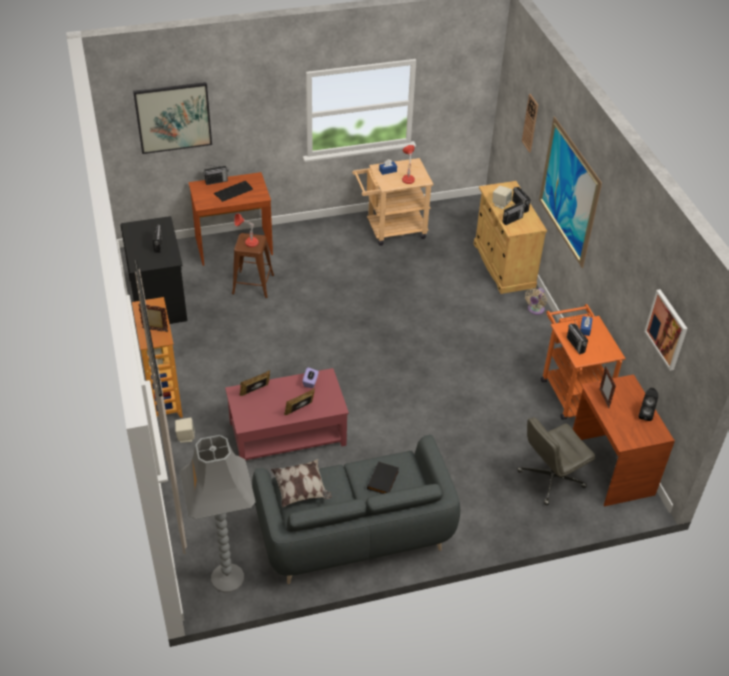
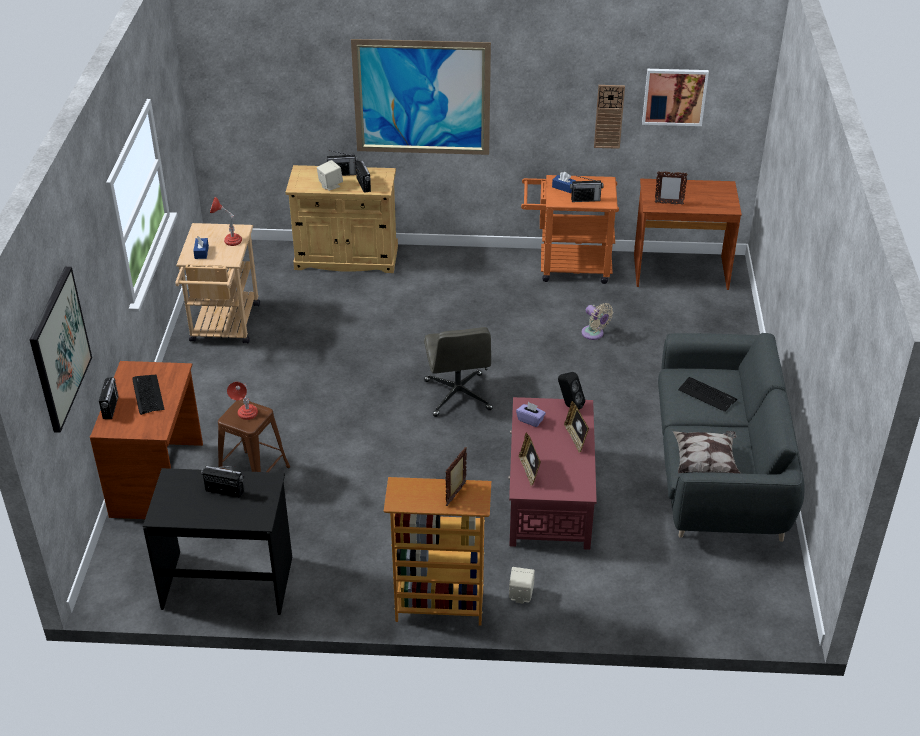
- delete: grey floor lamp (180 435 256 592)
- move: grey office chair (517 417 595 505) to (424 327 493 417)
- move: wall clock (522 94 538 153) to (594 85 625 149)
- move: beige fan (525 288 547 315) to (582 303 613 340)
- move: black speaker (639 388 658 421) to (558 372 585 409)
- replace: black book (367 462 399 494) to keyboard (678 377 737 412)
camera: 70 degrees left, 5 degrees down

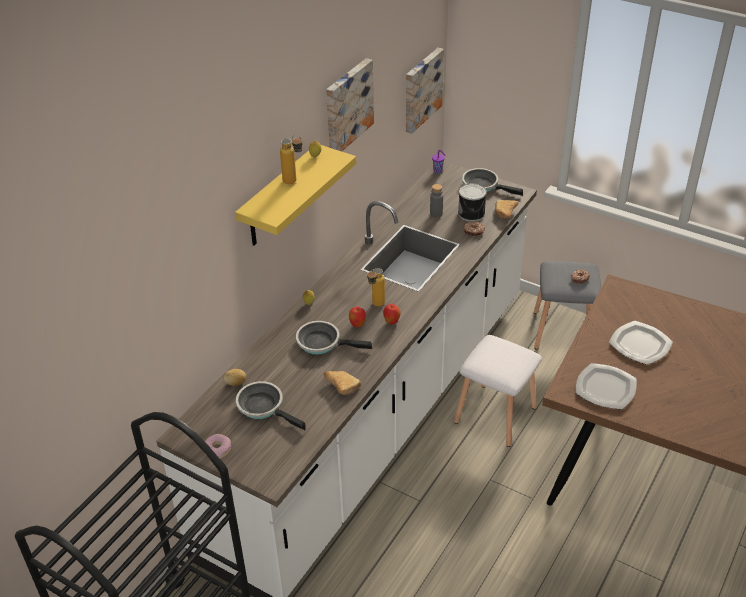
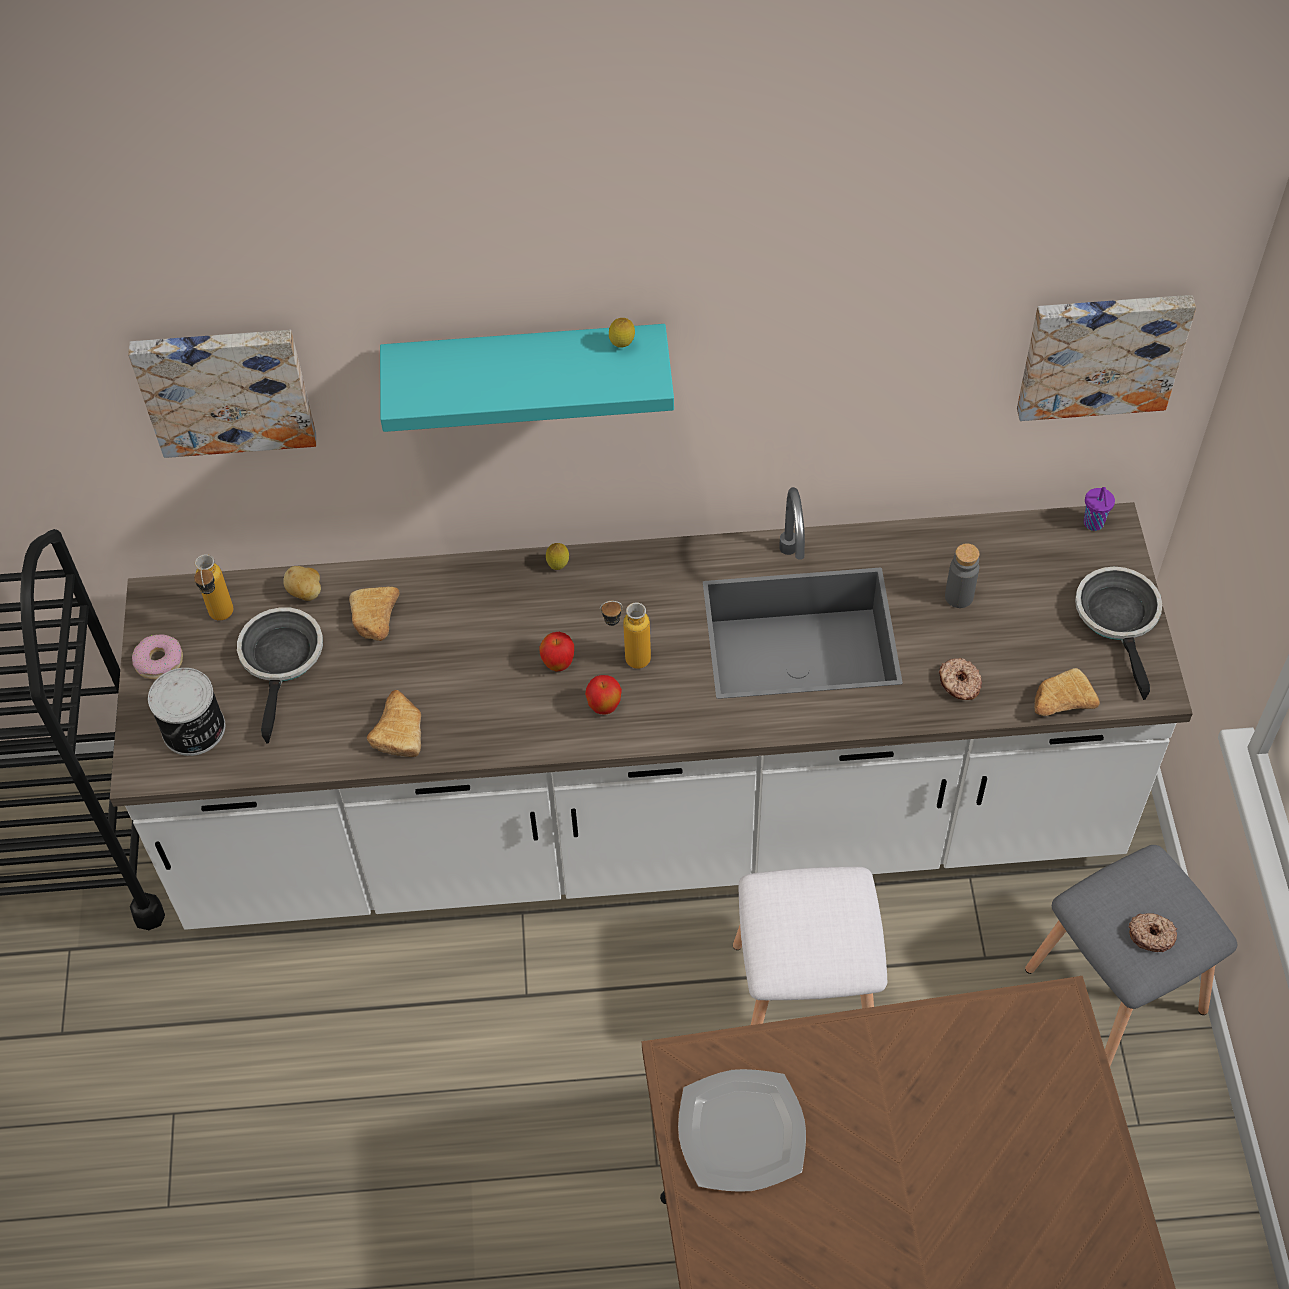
- delete: frying pan (296 321 372 355)
- delete: plate (609 321 673 365)
- insert: bread (349 587 399 641)
- move: bottle (280 135 303 184) to (194 554 233 621)
- move: picture (326 58 374 152) to (128 330 316 458)
- move: can (458 183 487 222) to (148 668 225 756)
- recolor: yellow shelf (235 145 356 246) to turquoise shelf (380 324 674 432)
camera: 55 degrees right, 15 degrees up

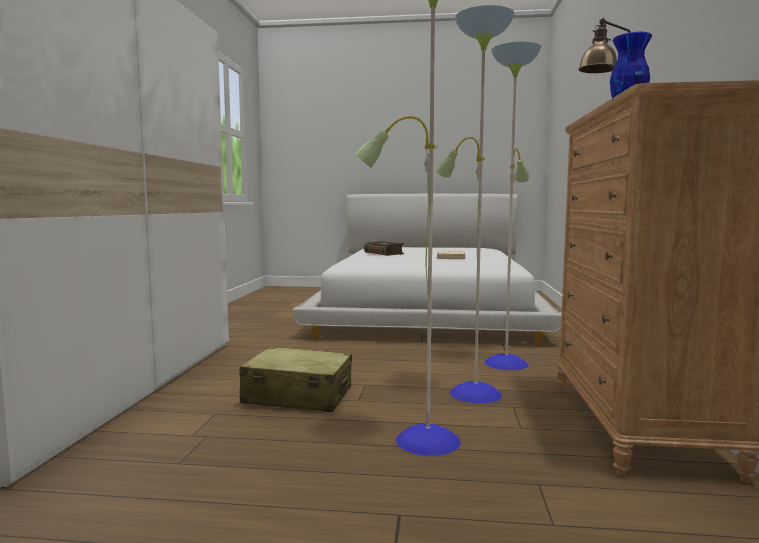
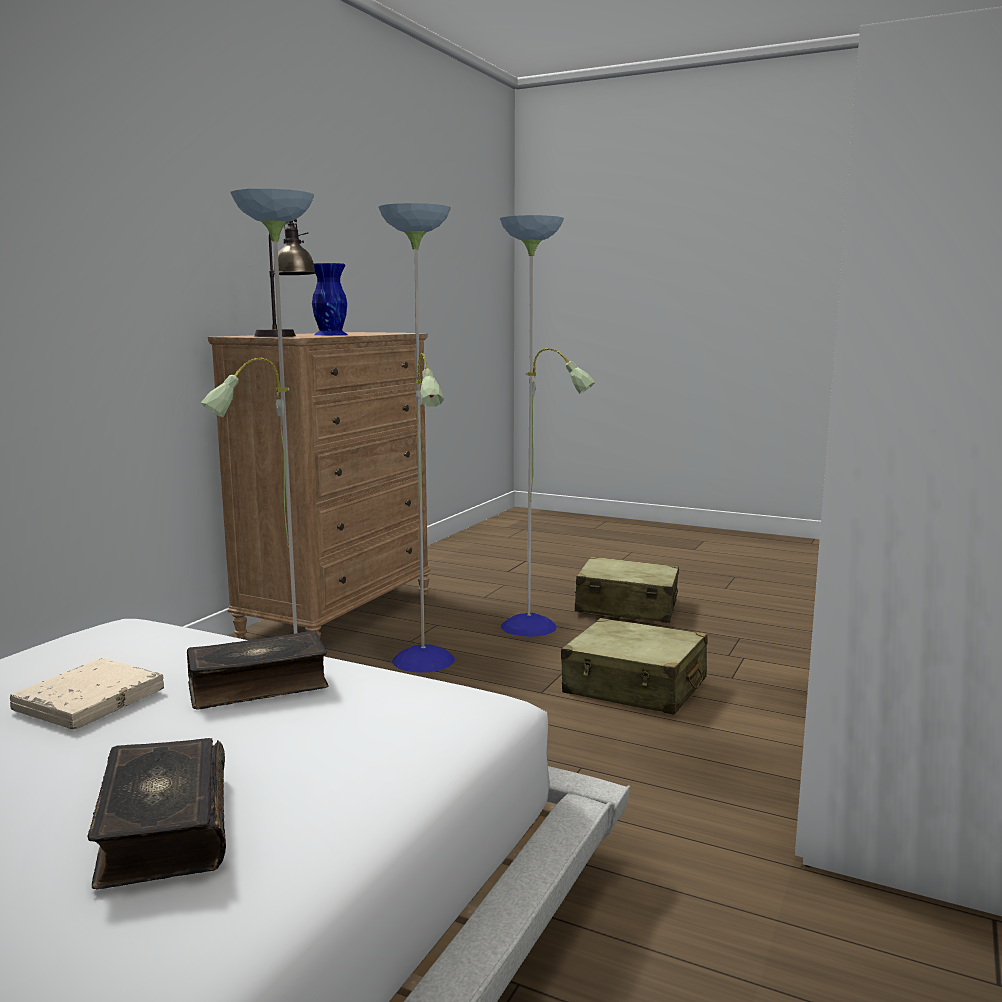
- insert: book (187 631 329 710)
- insert: beige suitcase (575 556 679 623)
camera: 160 degrees left, 5 degrees up

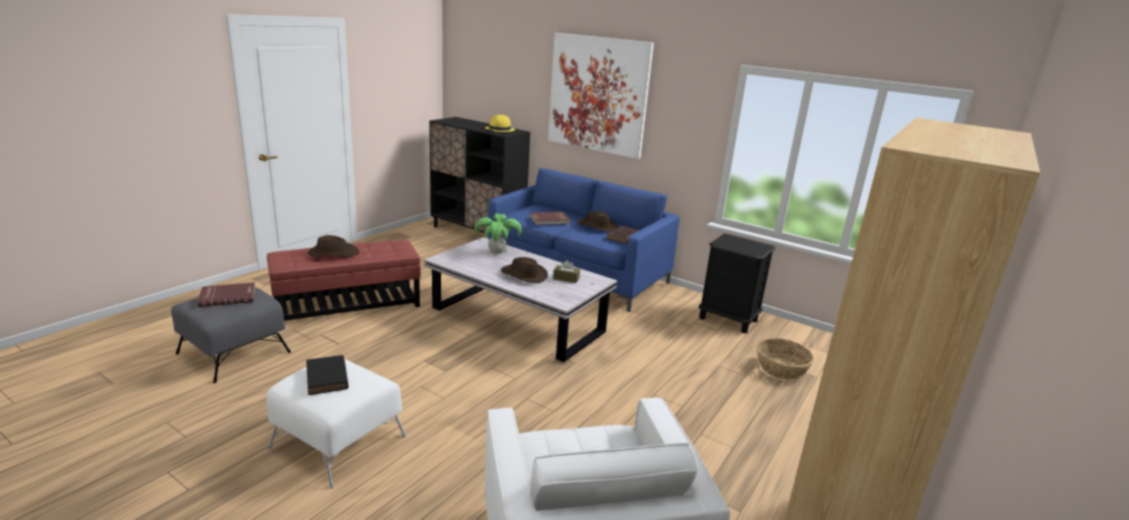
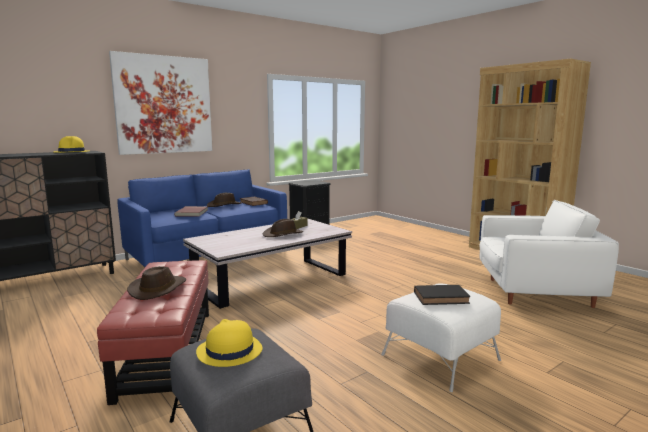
- delete: potted plant (474 214 522 254)
- delete: basket (757 338 814 380)
- replace: red book (197 282 256 307) to yellow hat (196 319 263 367)
camera: 70 degrees left, 10 degrees down

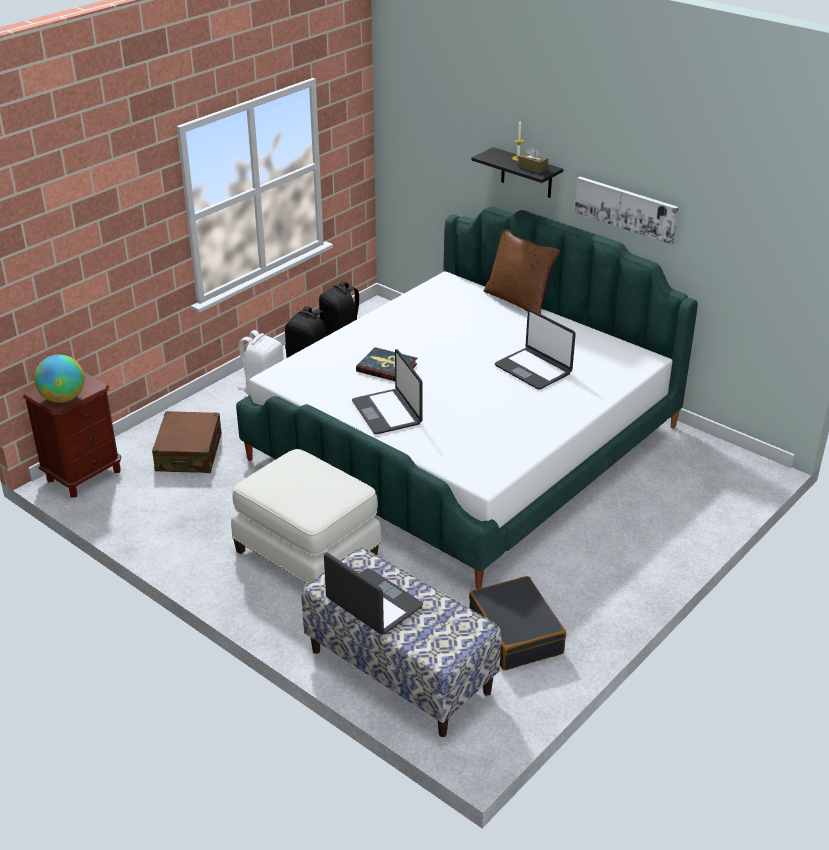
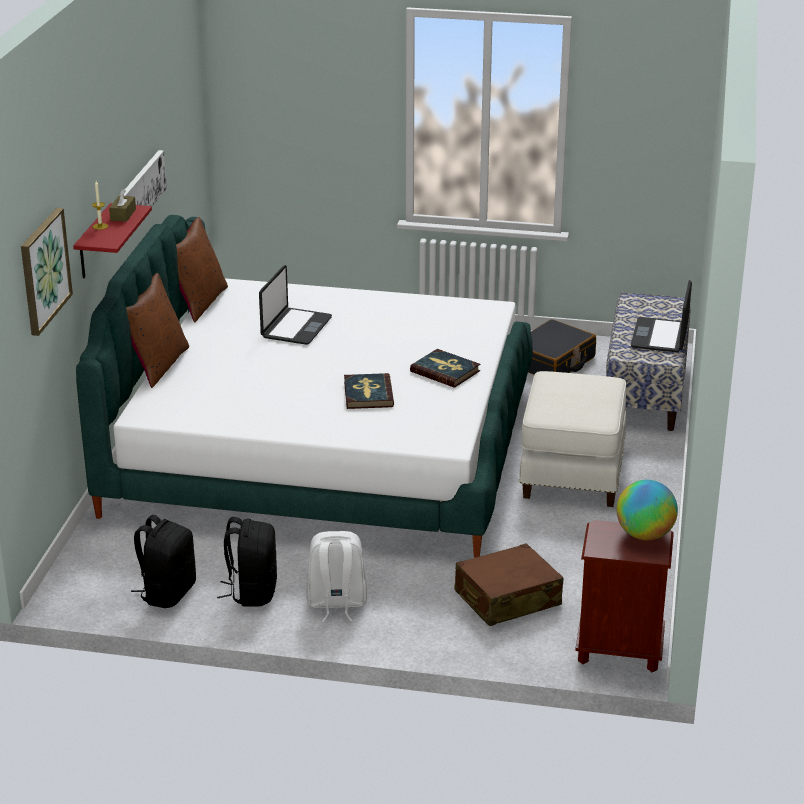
- insert: picture (21 208 73 336)
- insert: brown pillow (176 217 228 323)
- replace: laptop (352 349 423 434) to book (410 349 480 388)
- recolor: black shelf (471 147 563 198) to red shelf (73 203 152 278)
camera: 120 degrees left, 5 degrees down

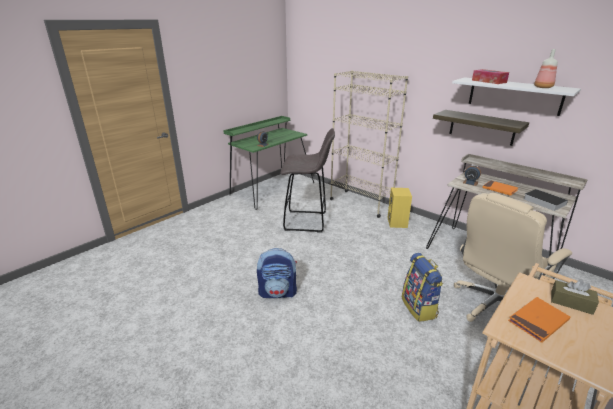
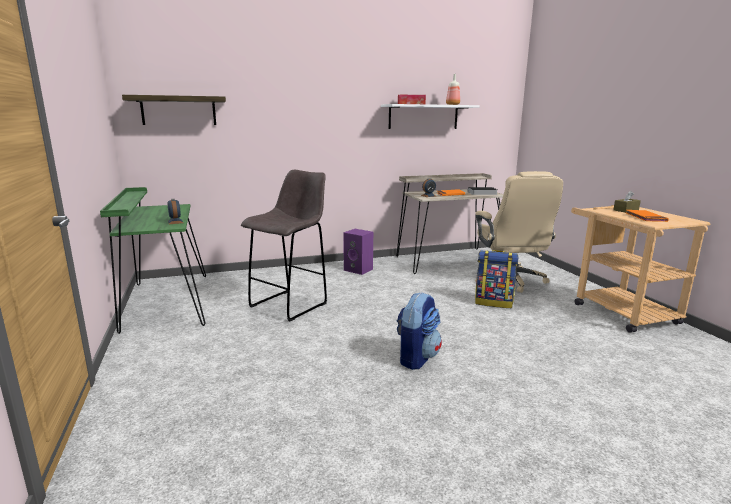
- delete: beige bookcase (330 70 408 218)
- move: shelf (433 110 529 146) to (122 95 226 125)
- recolor: yellow speaker (388 188 412 228) to purple speaker (343 229 373 275)
camera: 60 degrees left, 10 degrees down

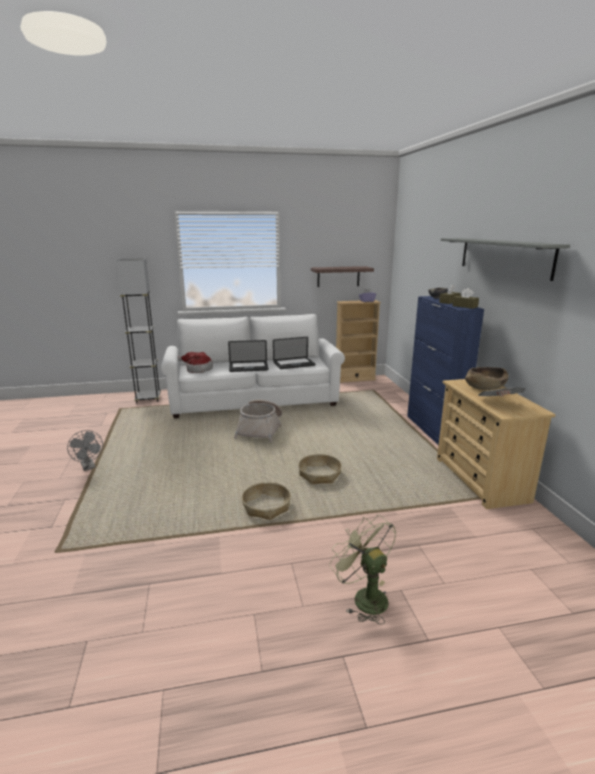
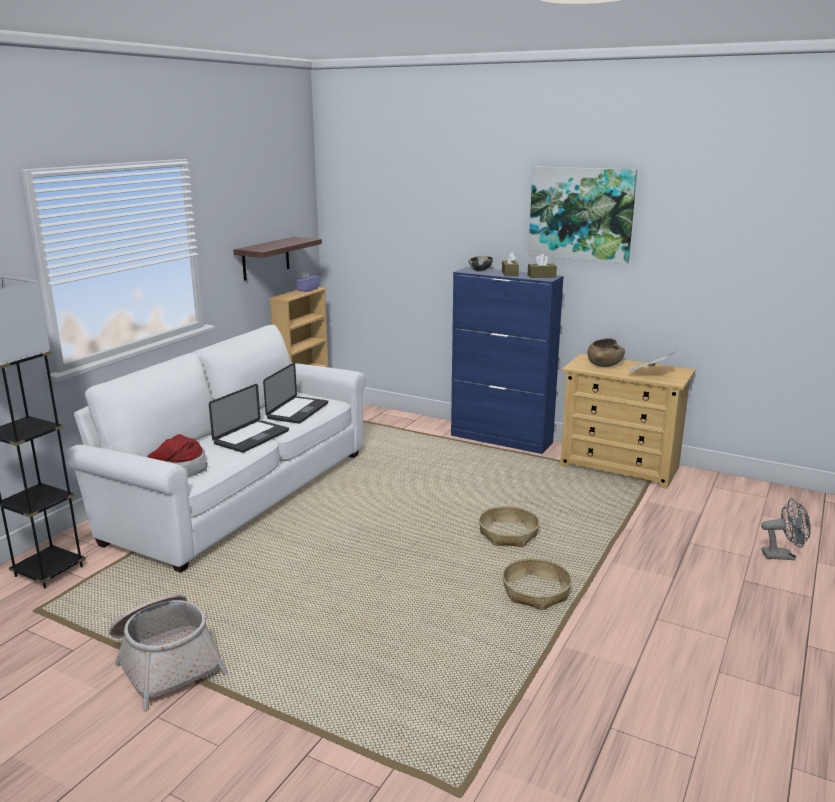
- delete: green fan (329 515 396 625)
- move: grey fan (67 430 103 471) to (761 498 811 560)
- move: basket (234 400 282 443) to (109 594 228 710)
- replace: grey shelf (441 238 570 281) to picture (528 166 637 264)
camera: 50 degrees left, 0 degrees up

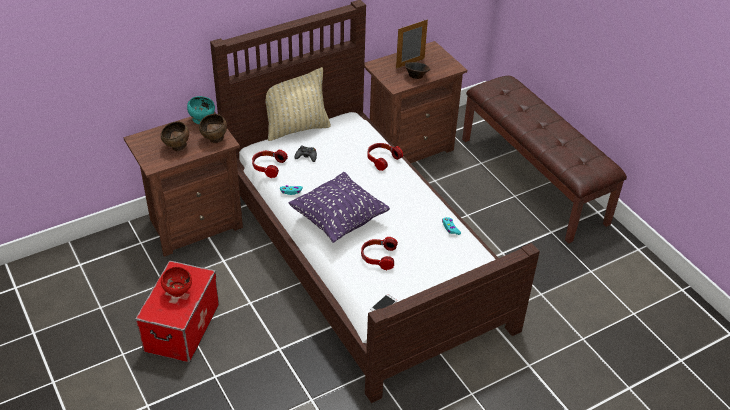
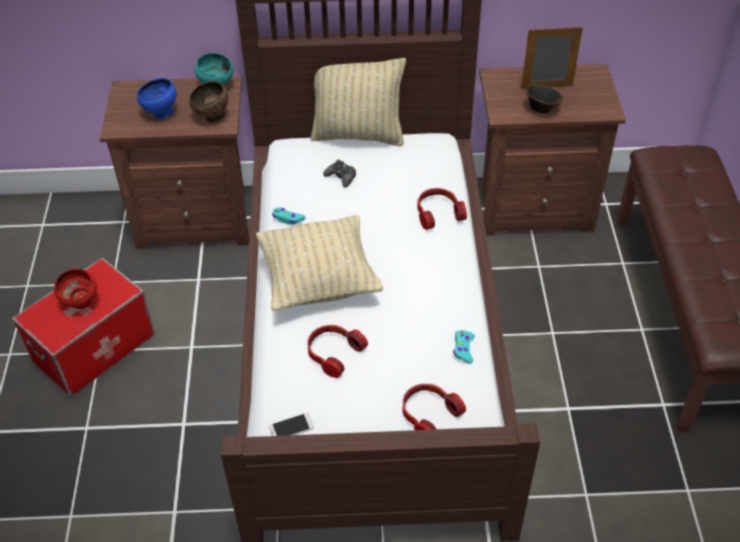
- move: headphones (252 150 288 178) to (402 384 466 430)
- recolor: brown bowl (161 121 189 151) to blue bowl (137 78 176 119)
- recolor: purple pillow (288 172 390 243) to beige pillow (256 214 383 311)
camera: 30 degrees right, 5 degrees up

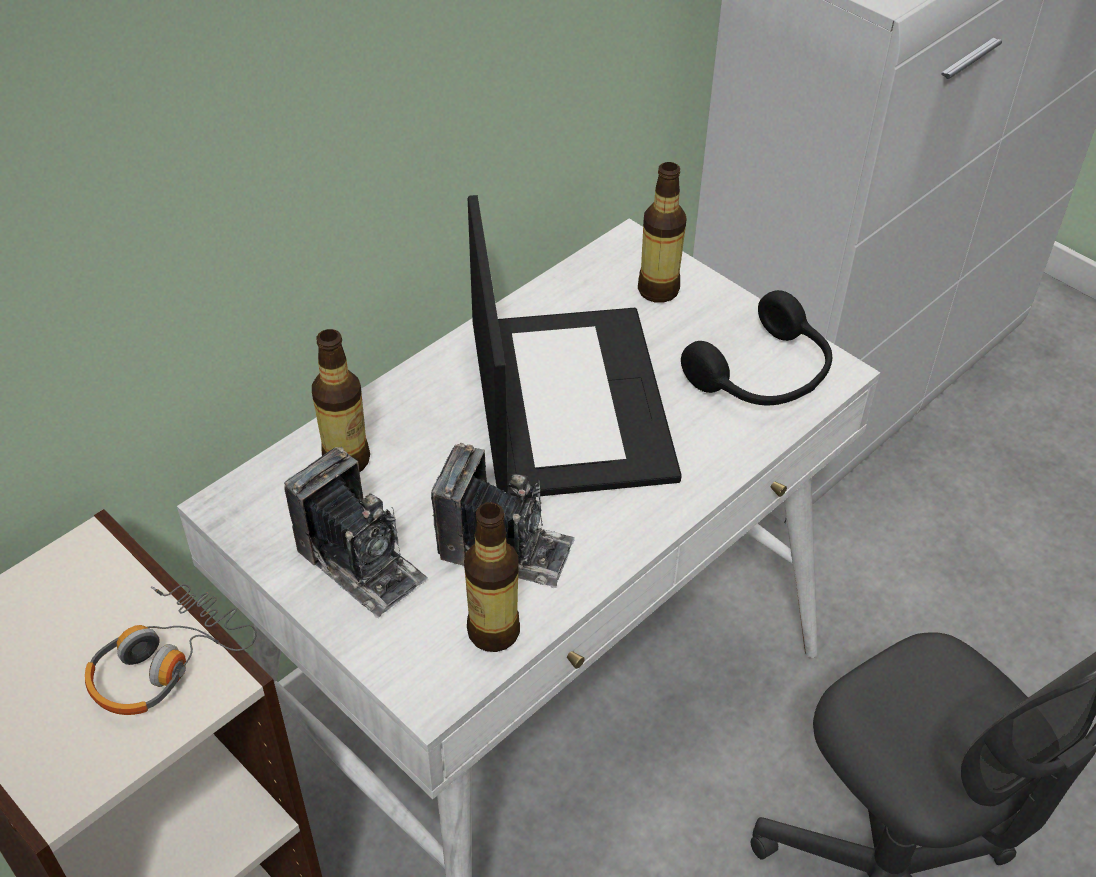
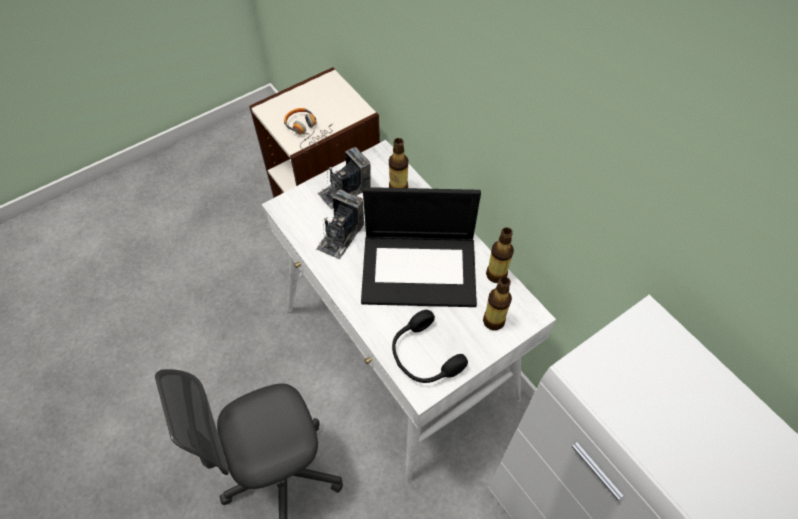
- move: bottle (464 502 520 652) to (486 227 514 283)
camera: 100 degrees right, 10 degrees up

